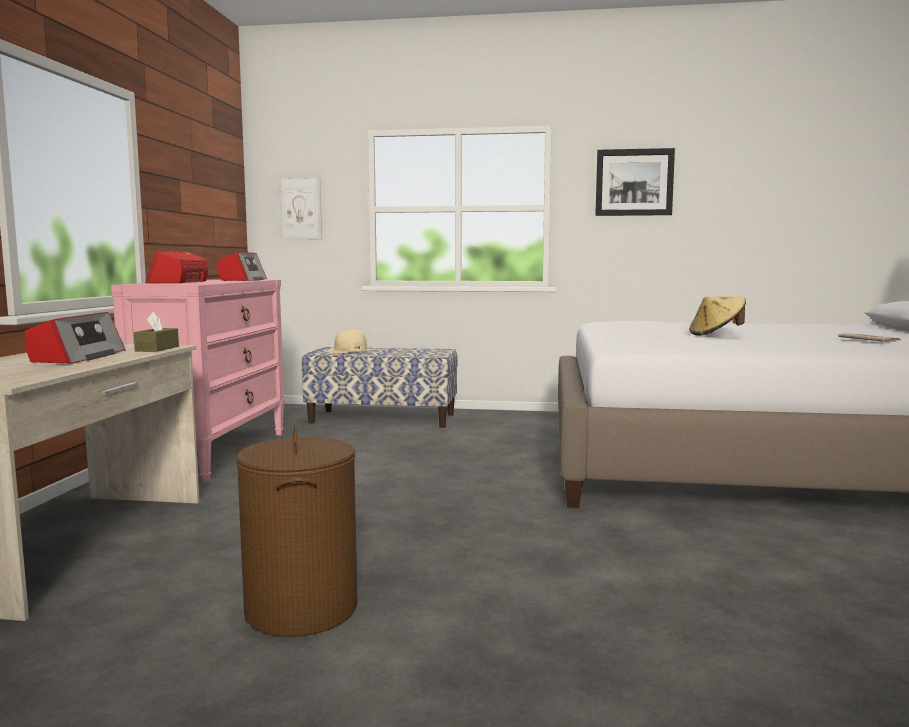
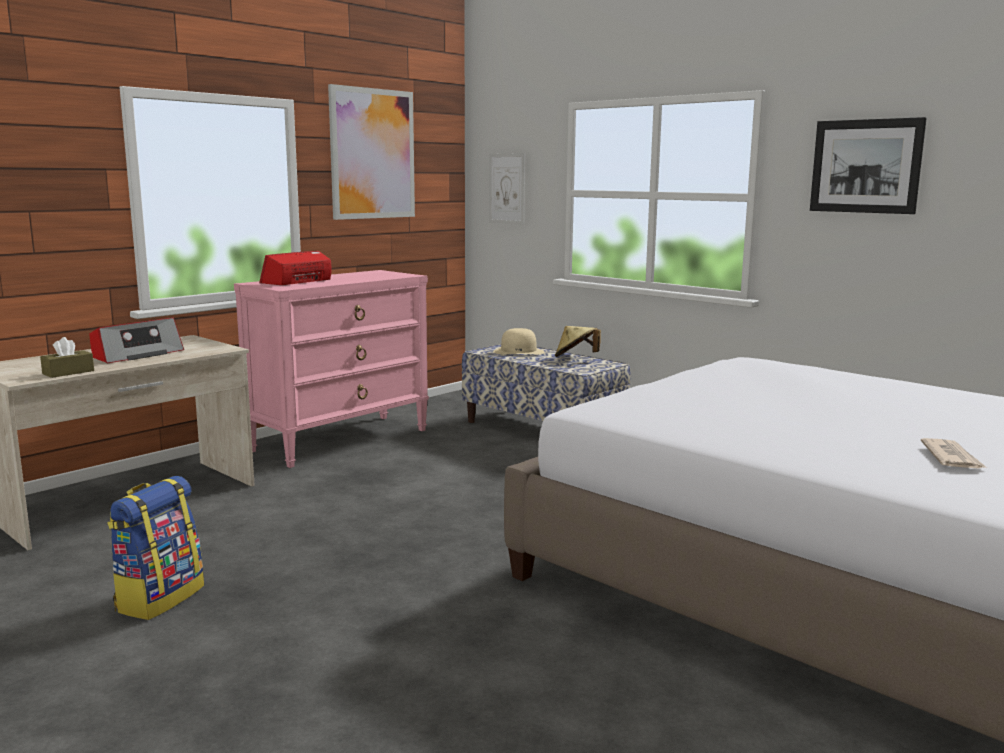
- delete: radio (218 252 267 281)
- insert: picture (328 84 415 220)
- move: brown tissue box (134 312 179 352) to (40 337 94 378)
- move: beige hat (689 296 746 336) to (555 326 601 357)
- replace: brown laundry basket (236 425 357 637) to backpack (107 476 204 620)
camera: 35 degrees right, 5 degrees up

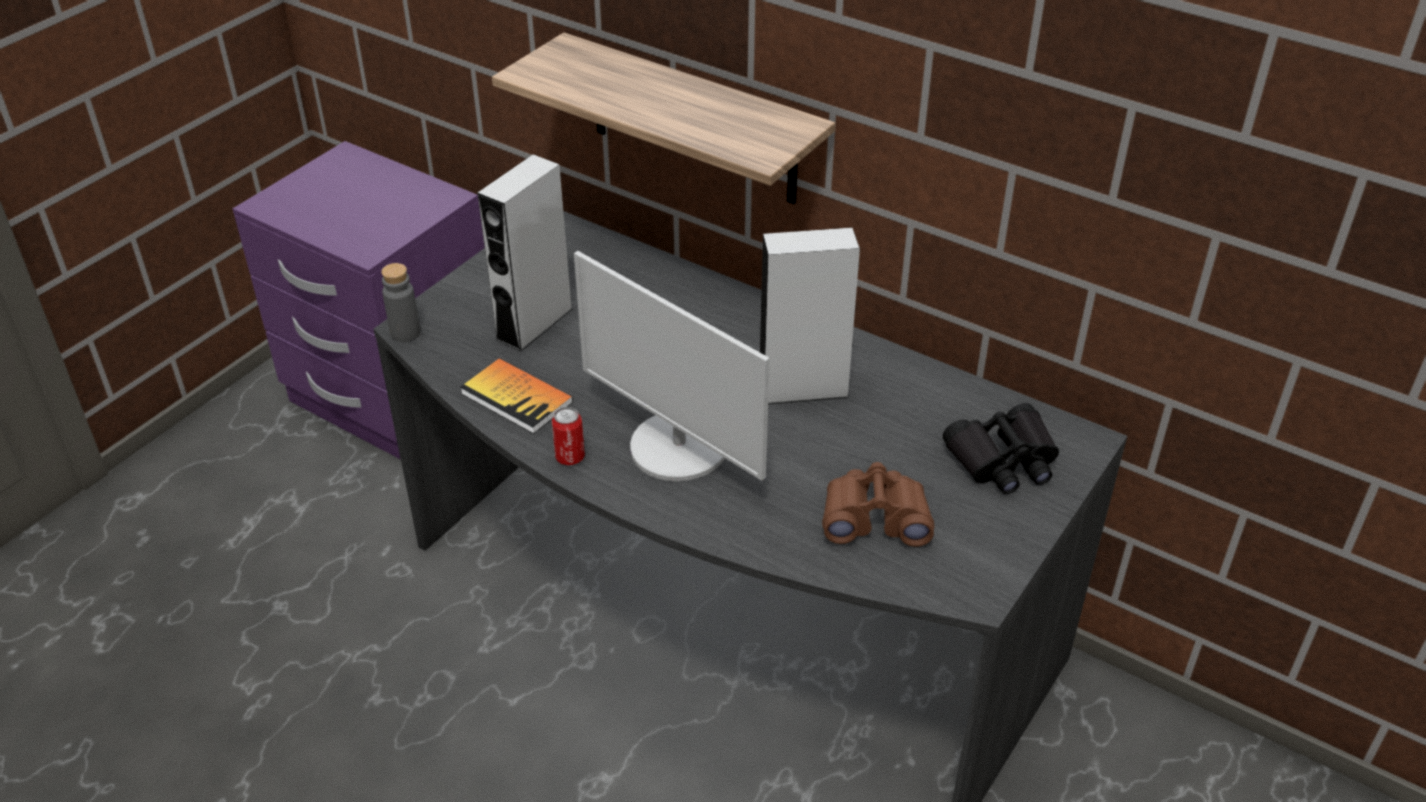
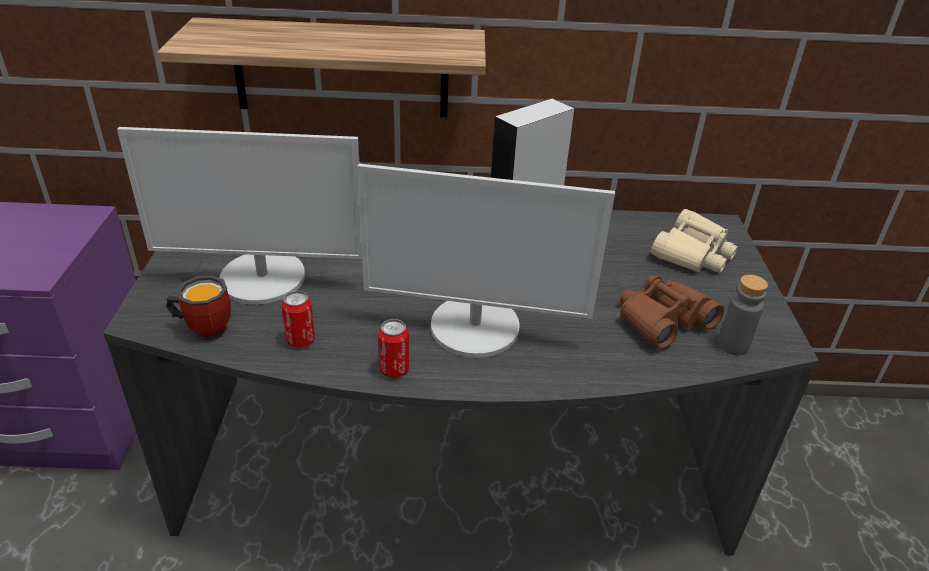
- insert: mug (166 275 231 340)
- move: grey bottle (381 263 421 342) to (718 275 768 355)
- replace: book (460 358 573 434) to can (282 291 315 348)
- replace: grey speaker (478 154 573 352) to monitor (117 127 362 304)
- recolor: black binoculars (943 403 1059 494) to beige binoculars (651 209 738 273)
camera: 35 degrees left, 5 degrees down

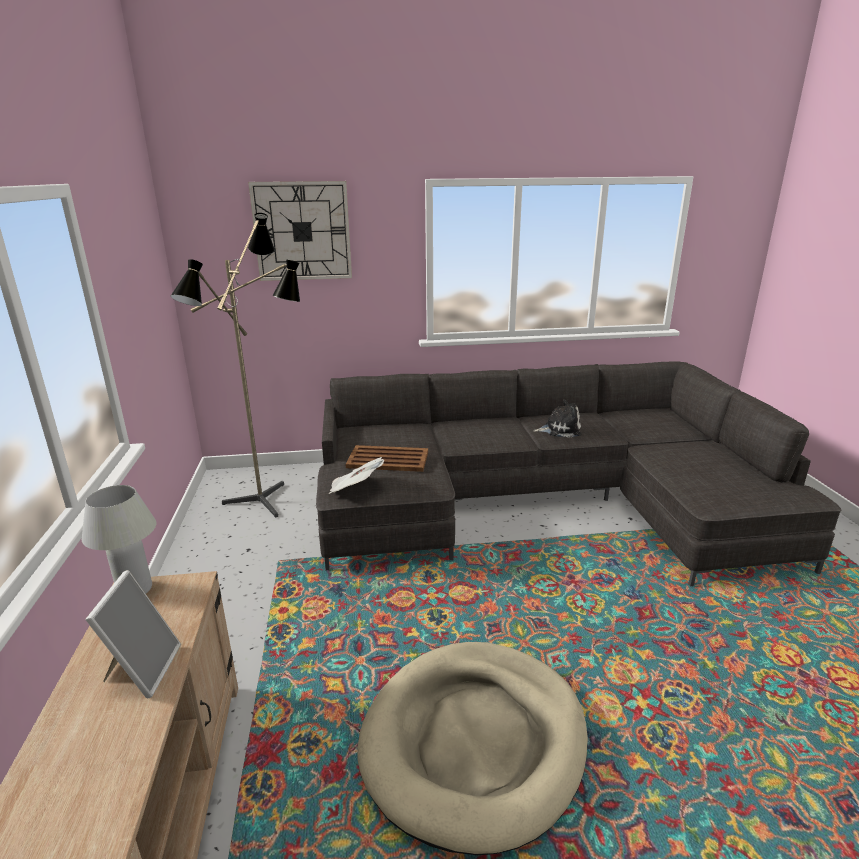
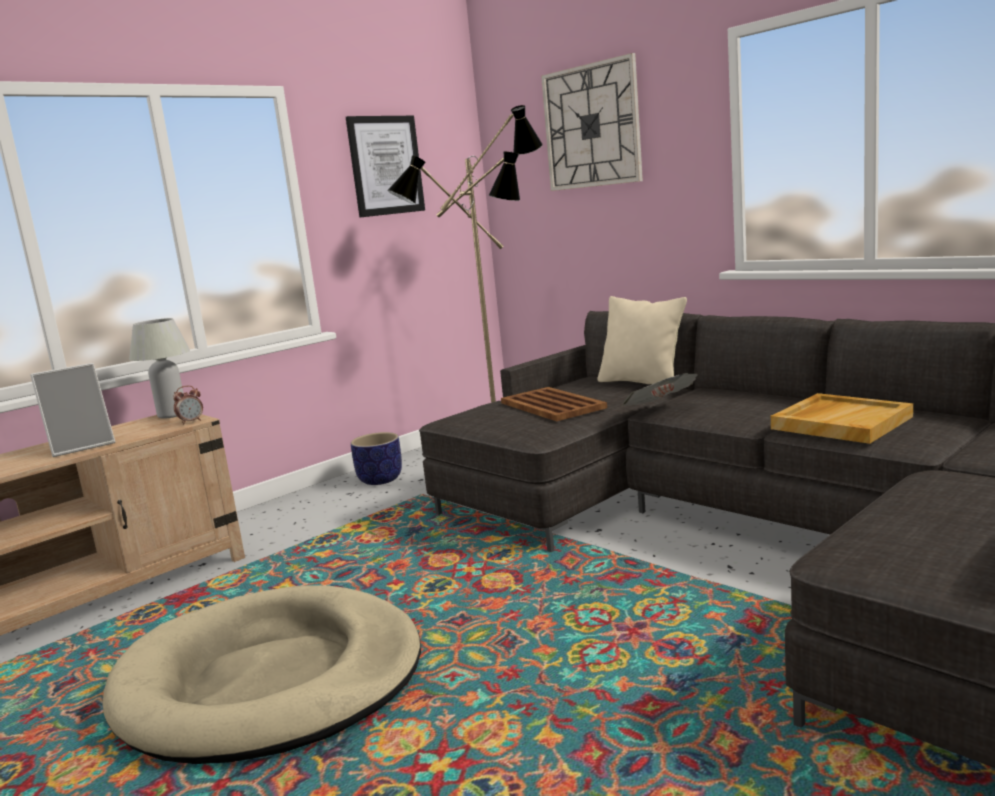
- insert: alarm clock (173 386 203 424)
- insert: picture (346 116 425 217)
- insert: planter (351 432 402 485)
- insert: beige pillow (598 296 687 384)
- move: newspaper (329 457 384 494) to (622 373 698 406)
- replace: plush toy (533 399 581 438) to beige tray (771 393 913 444)
camera: 55 degrees right, 10 degrees down

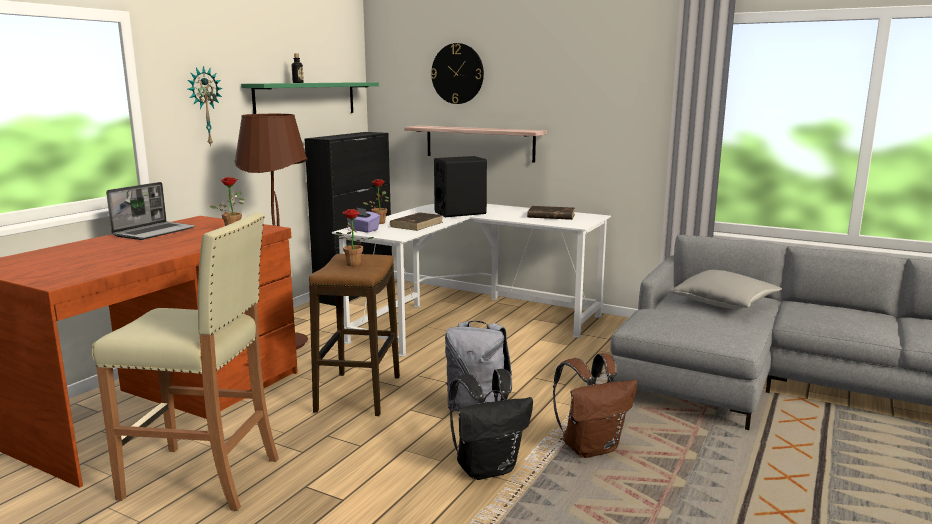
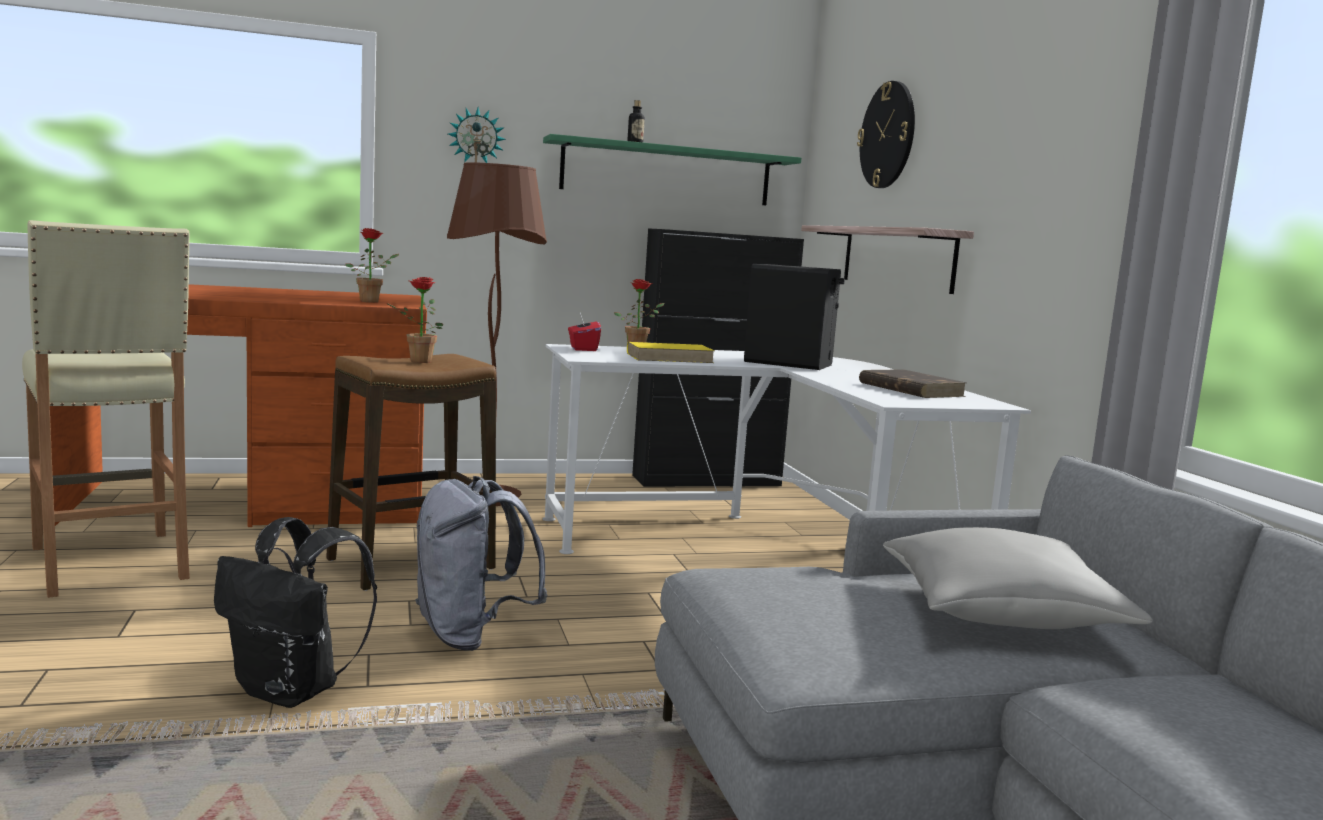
- delete: laptop (106 182 195 240)
- delete: brown backpack (553 353 637 458)
- recolor: purple tissue box (347 208 380 233) to red tissue box (568 313 601 351)
- recolor: brown book (390 212 443 231) to yellow book (627 342 715 363)
camera: 45 degrees right, 5 degrees down

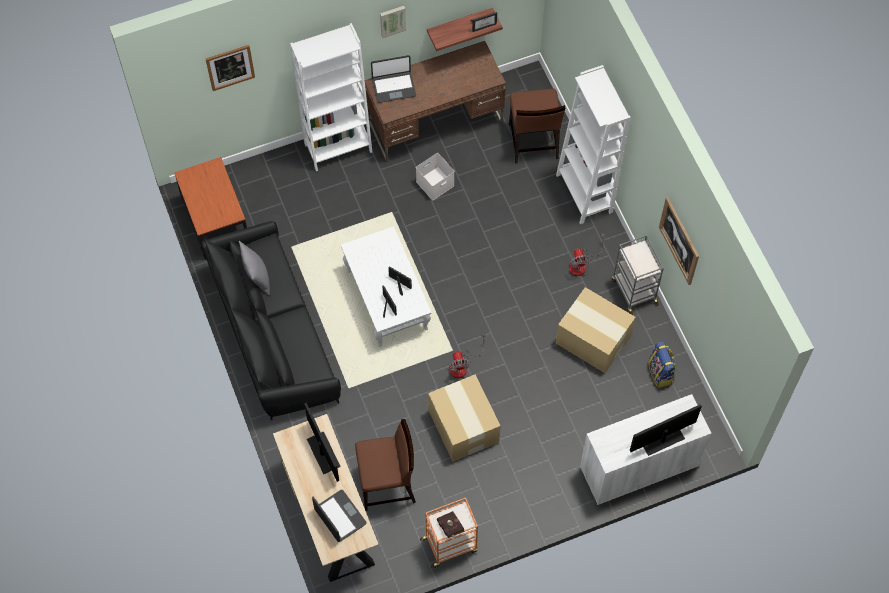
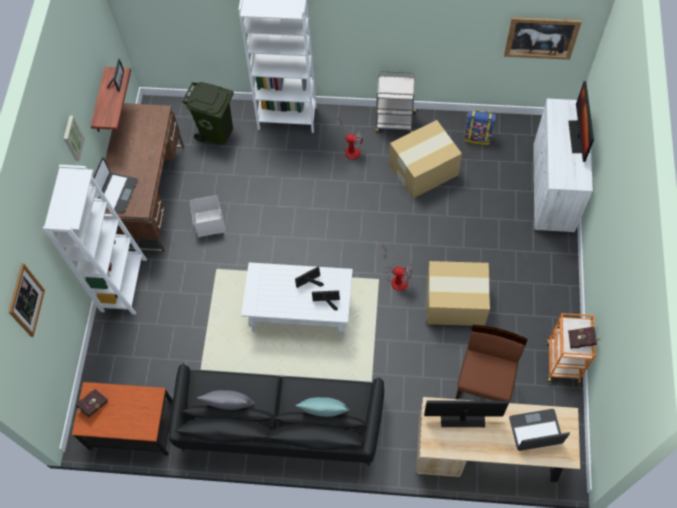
- insert: red book (76 389 108 418)
- insert: turquoise pillow (296 397 350 417)
- move: picture (659 197 699 285) to (504 17 582 60)
- replace: brown chair (509 89 565 163) to green trash can (182 82 234 145)
camera: 60 degrees left, 0 degrees up

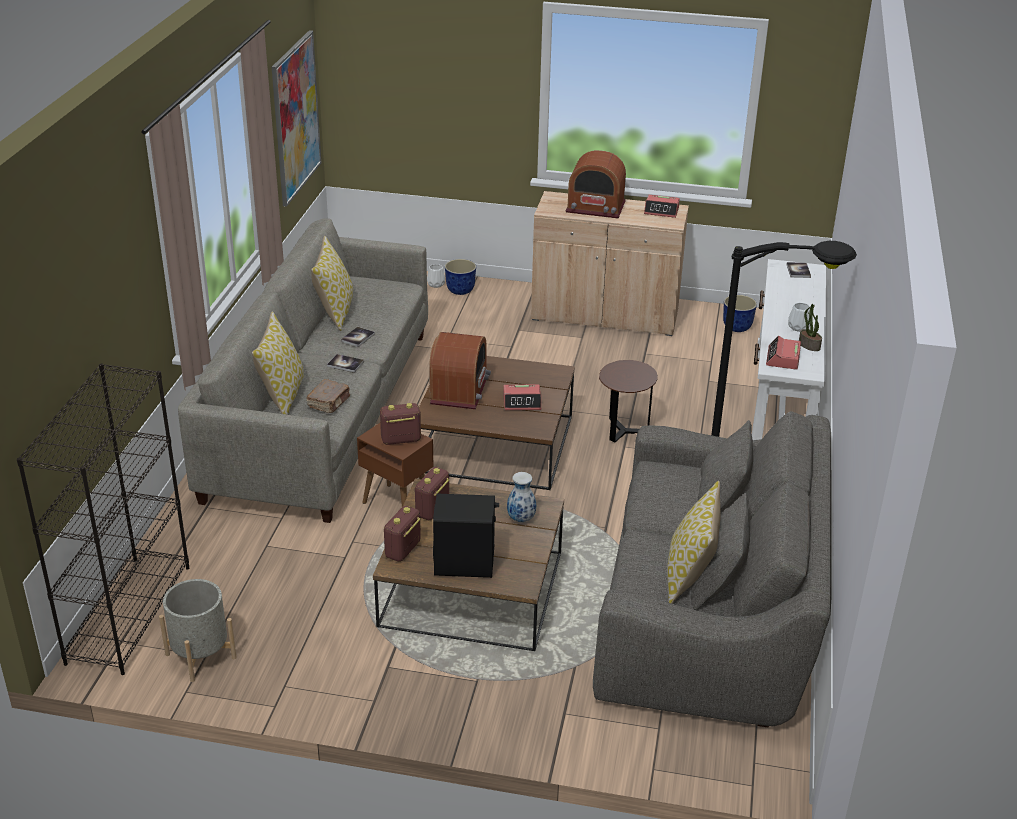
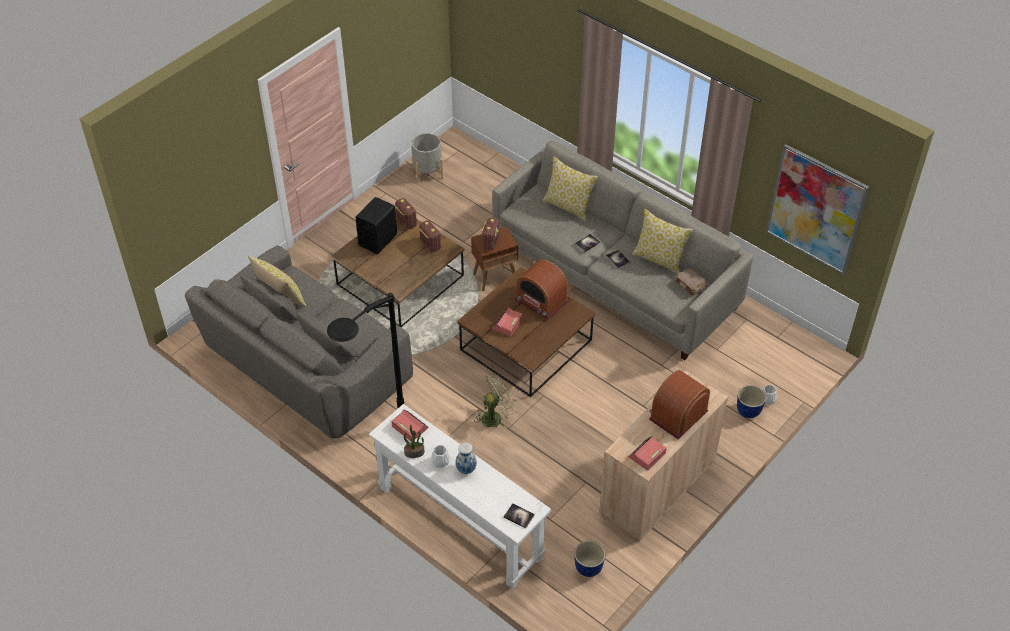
- delete: black bookcase (17 363 189 675)
- move: brown book (307 379 350 413) to (675 268 707 296)
- move: vase (507 472 536 522) to (455 442 477 474)
- replace: brown side table (599 360 658 442) to green fan (474 374 516 429)
camera: 120 degrees right, 15 degrees up

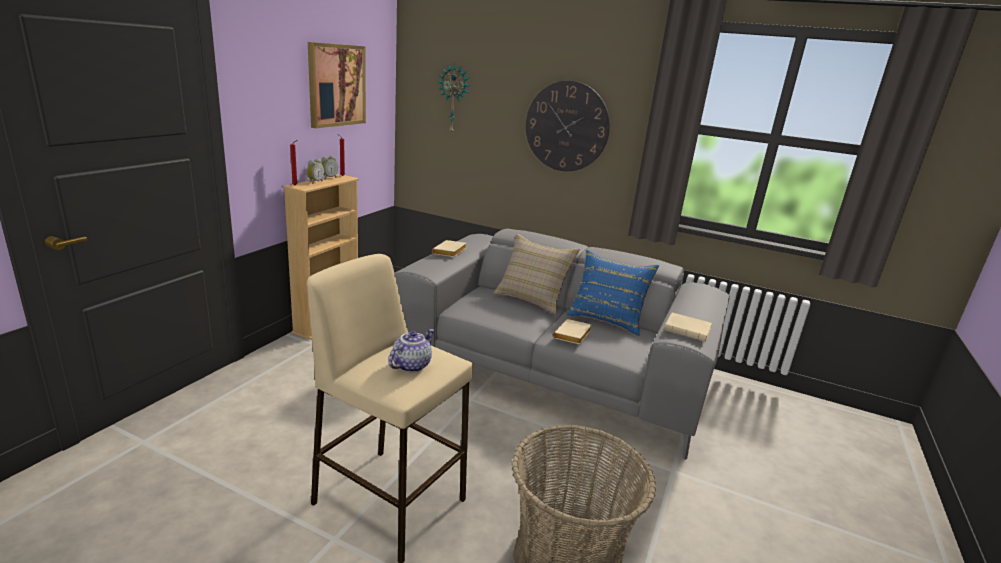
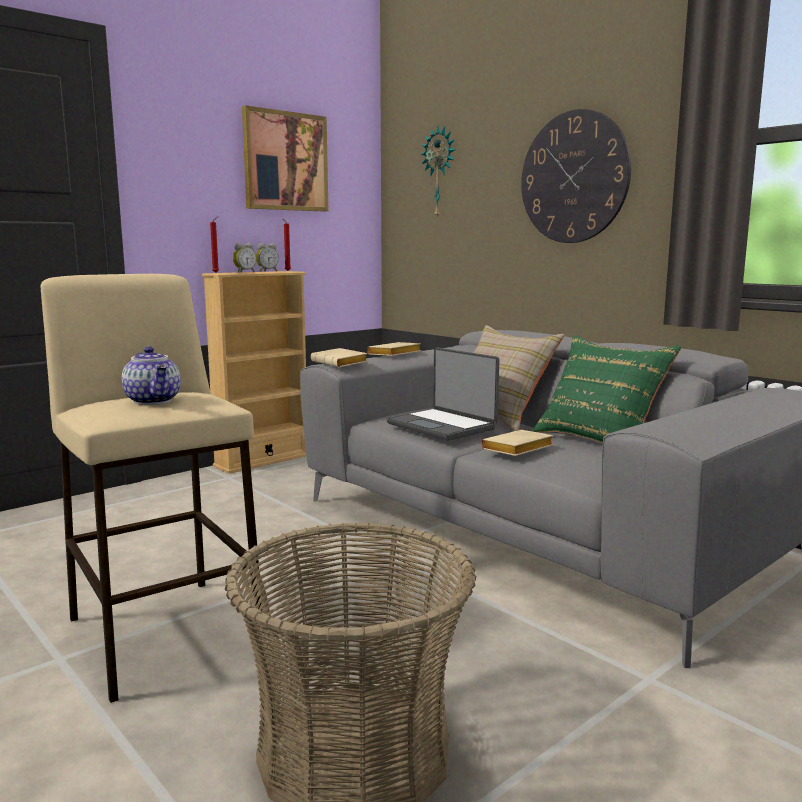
- insert: laptop (386 347 499 441)
- move: beige book (664 313 712 342) to (311 348 368 367)
- recolor: blue pillow (567 250 659 336) to green pillow (533 335 682 443)
- rotate: teapot (388 329 434 372) = (122 347 181 405) 90 degrees clockwise
camera: 25 degrees right, 10 degrees down

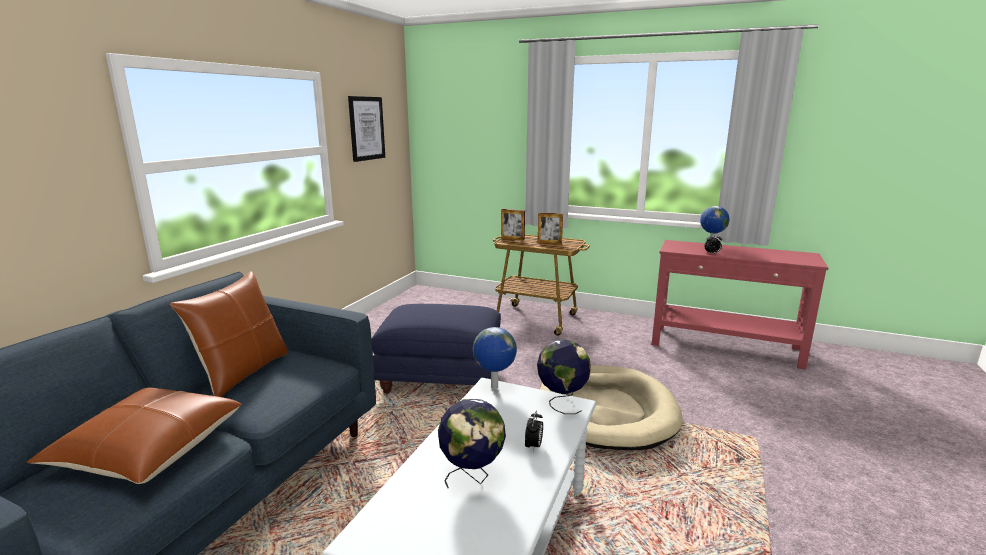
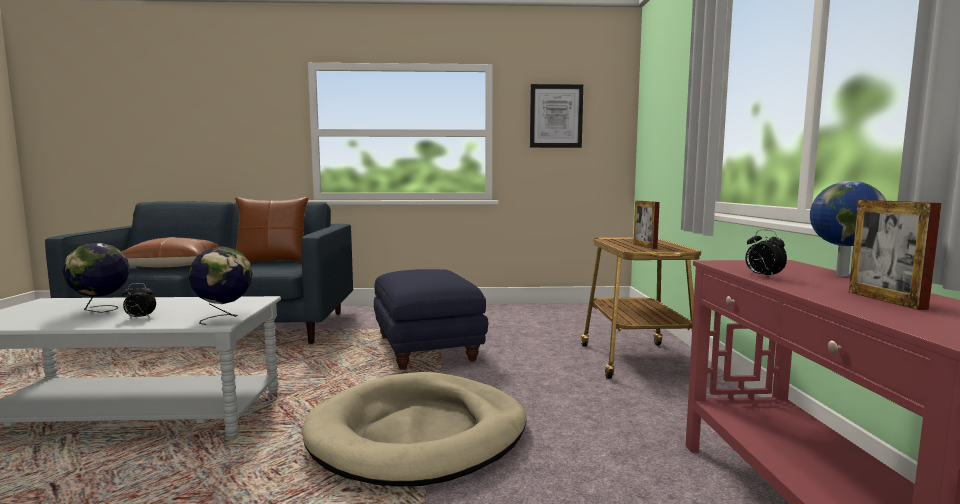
- delete: globe (473 327 517 389)
- move: picture frame (501 209 525 241) to (849 200 942 310)
camera: 65 degrees right, 10 degrees down

